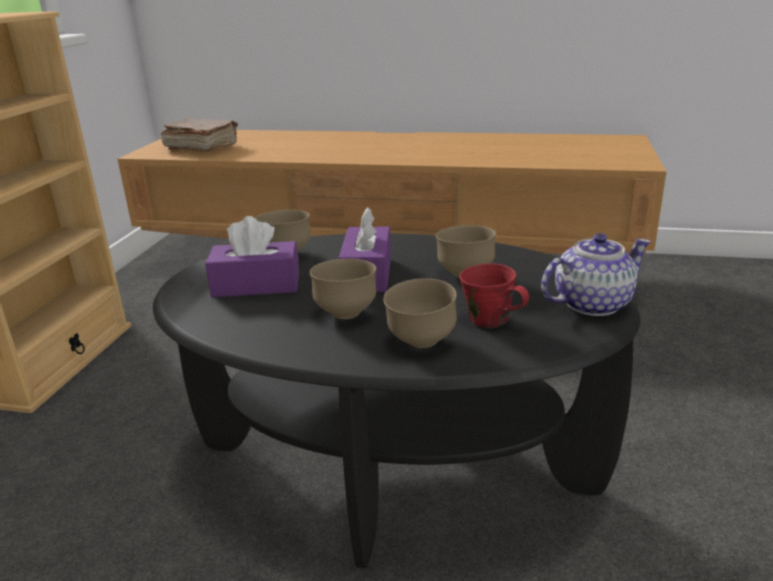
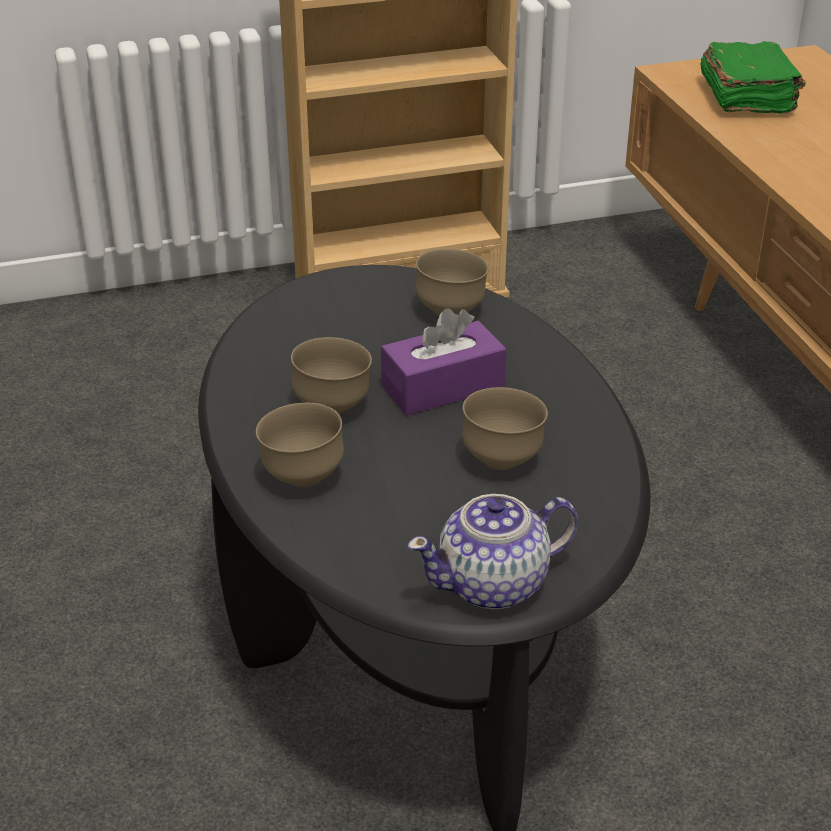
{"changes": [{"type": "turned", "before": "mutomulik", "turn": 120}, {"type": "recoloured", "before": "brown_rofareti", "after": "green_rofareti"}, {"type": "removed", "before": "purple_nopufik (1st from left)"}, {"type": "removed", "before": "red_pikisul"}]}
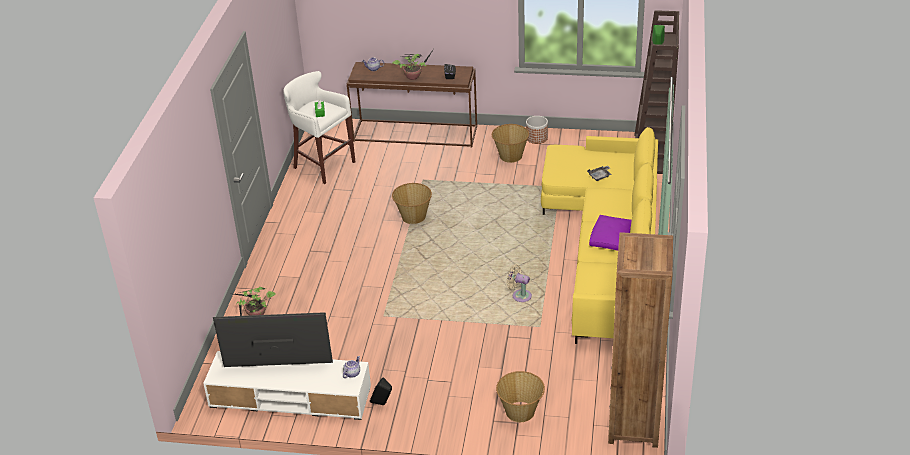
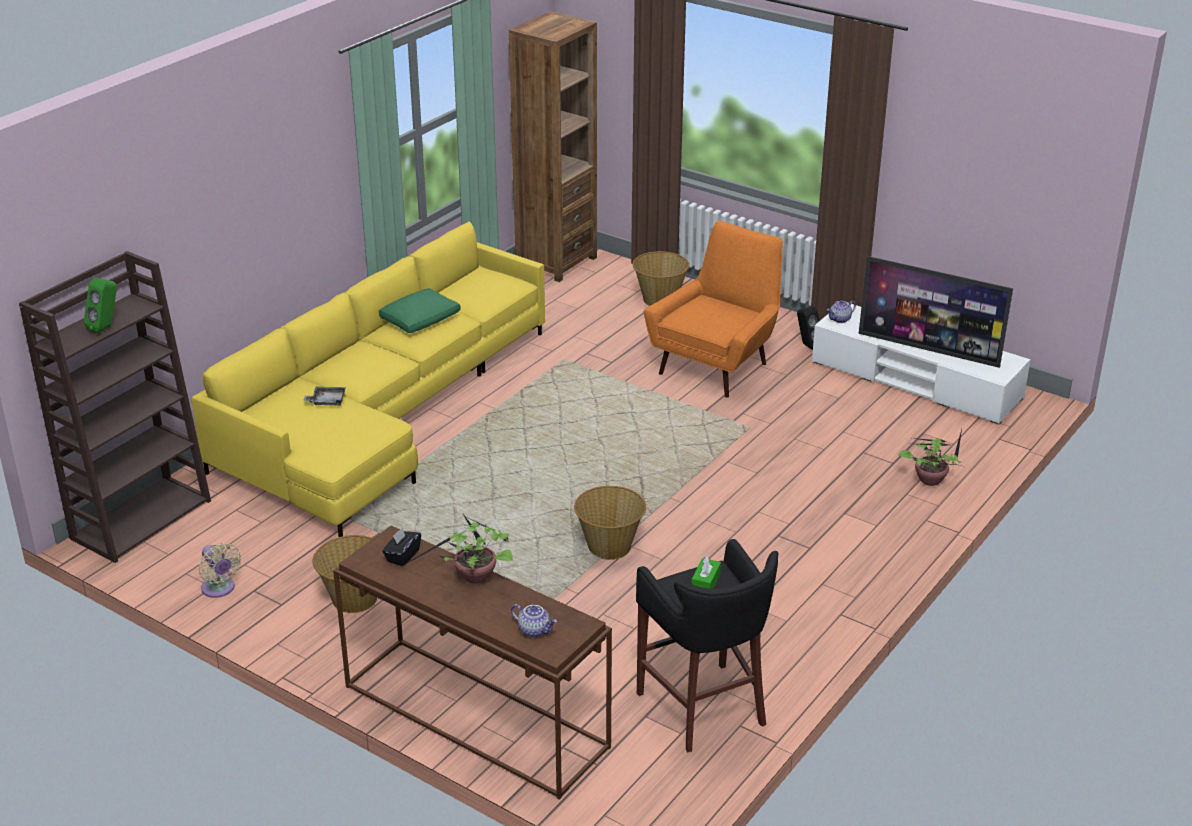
{"changes": [{"type": "moved", "before": "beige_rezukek"}, {"type": "recoloured", "before": "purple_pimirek", "after": "green_pimirek"}, {"type": "recoloured", "before": "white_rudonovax", "after": "black_rudonovax"}, {"type": "added", "after": "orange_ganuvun"}, {"type": "removed", "before": "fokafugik"}]}
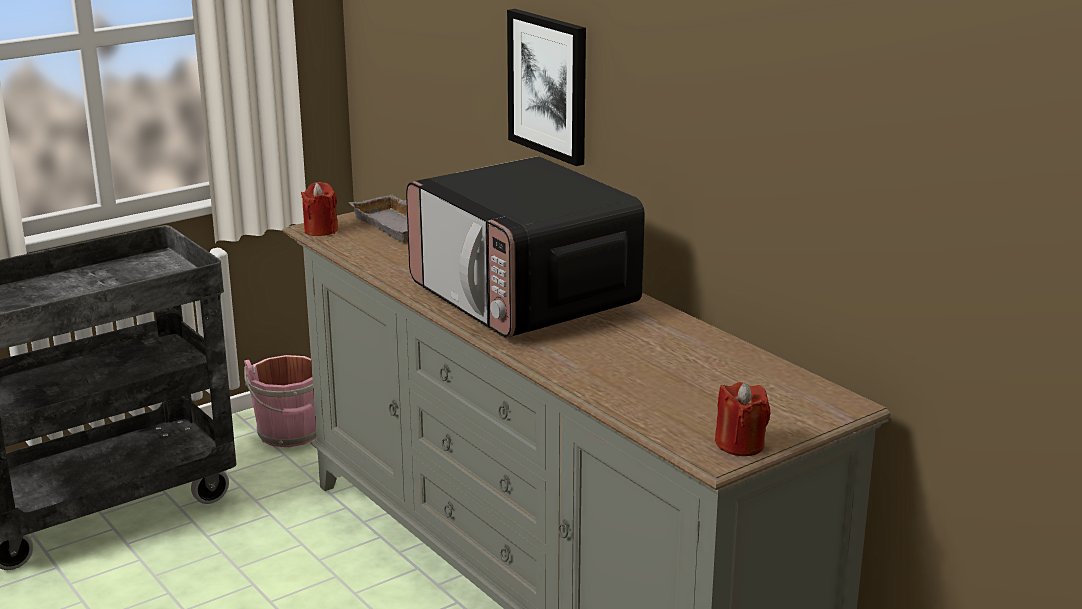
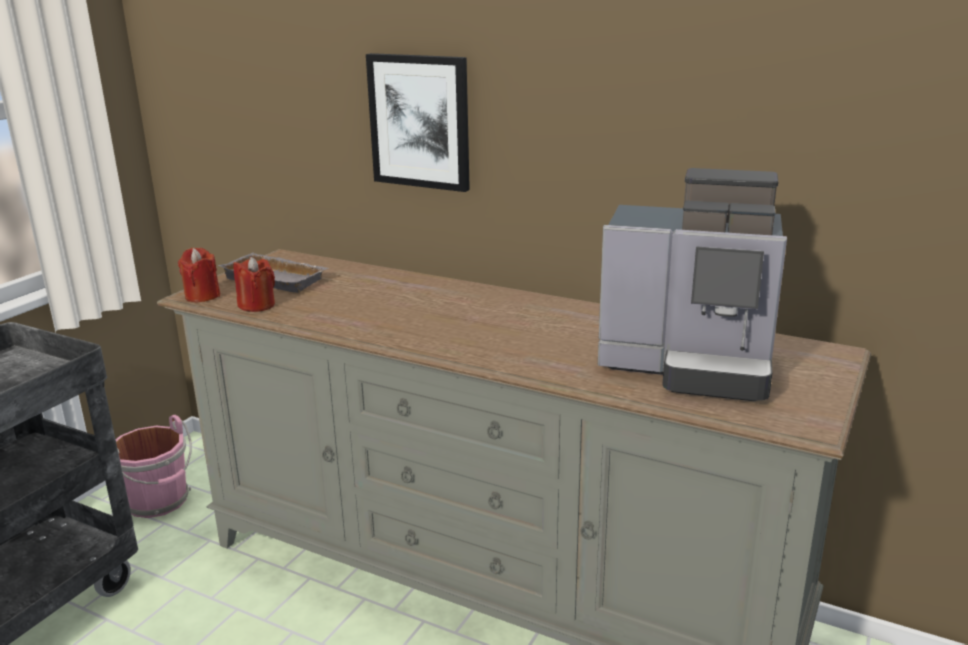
{"changes": [{"type": "moved", "before": "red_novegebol (2nd from left)"}, {"type": "added", "after": "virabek"}, {"type": "removed", "before": "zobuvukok"}]}
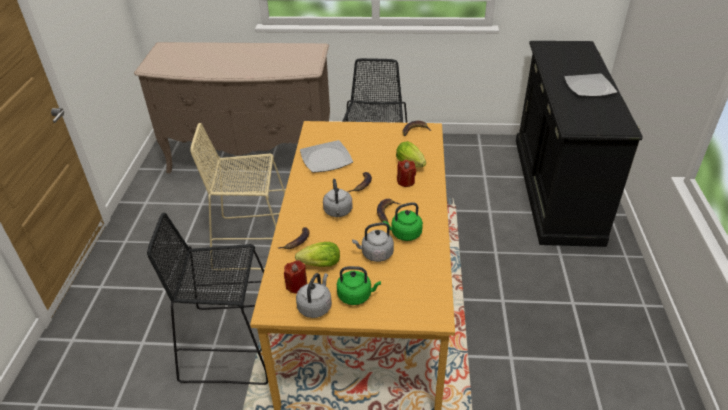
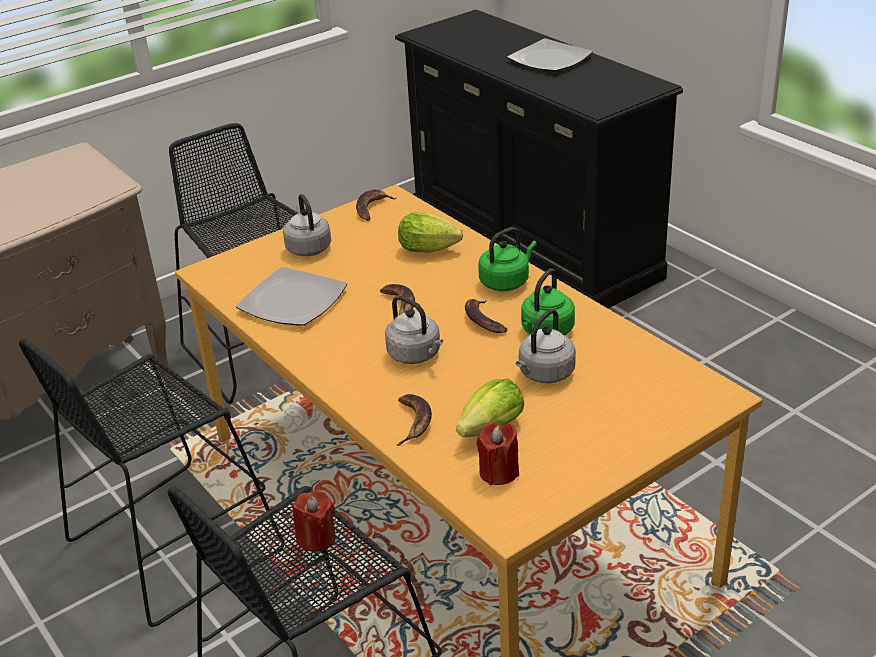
{"changes": [{"type": "recoloured", "before": "beige_rudonovax", "after": "black_rudonovax (1st from left)"}, {"type": "moved", "before": "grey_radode (1st from left)"}, {"type": "moved", "before": "red_novegebol (2nd from left in the first image)", "after": "red_novegebol (1st from left)"}, {"type": "moved", "before": "green_radode (1st from left)"}]}
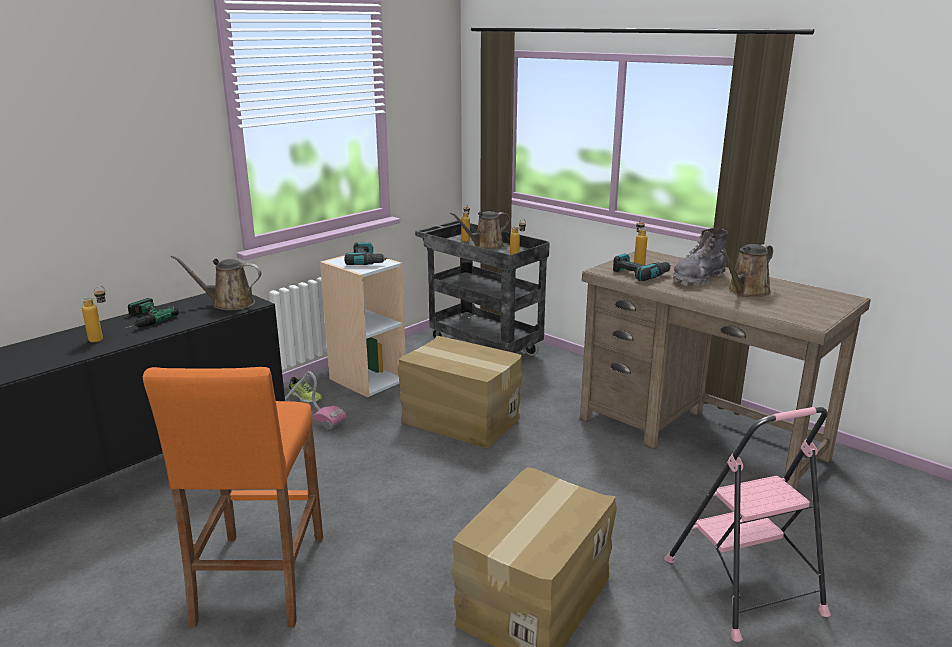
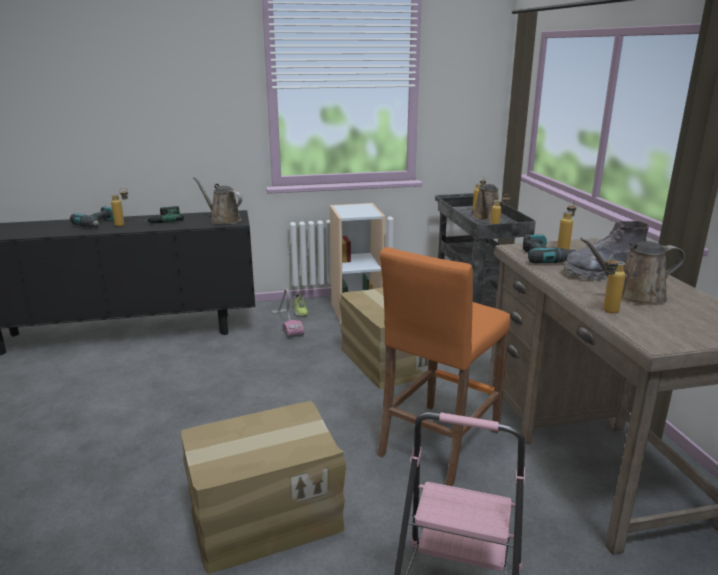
{"changes": [{"type": "moved", "before": "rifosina (2nd from left in the first image)", "after": "rifosina (1st from left)"}, {"type": "moved", "before": "orange_rudonovax"}, {"type": "turned", "before": "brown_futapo (2nd from left)", "turn": -75}, {"type": "added", "after": "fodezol (5th from left)"}]}
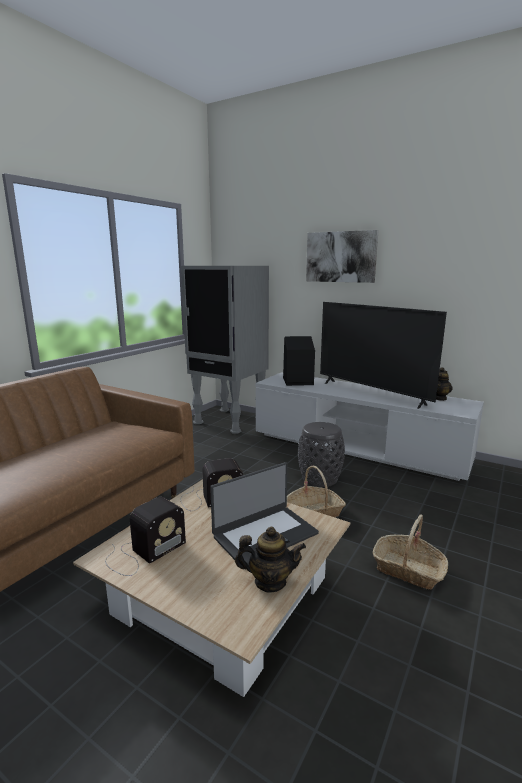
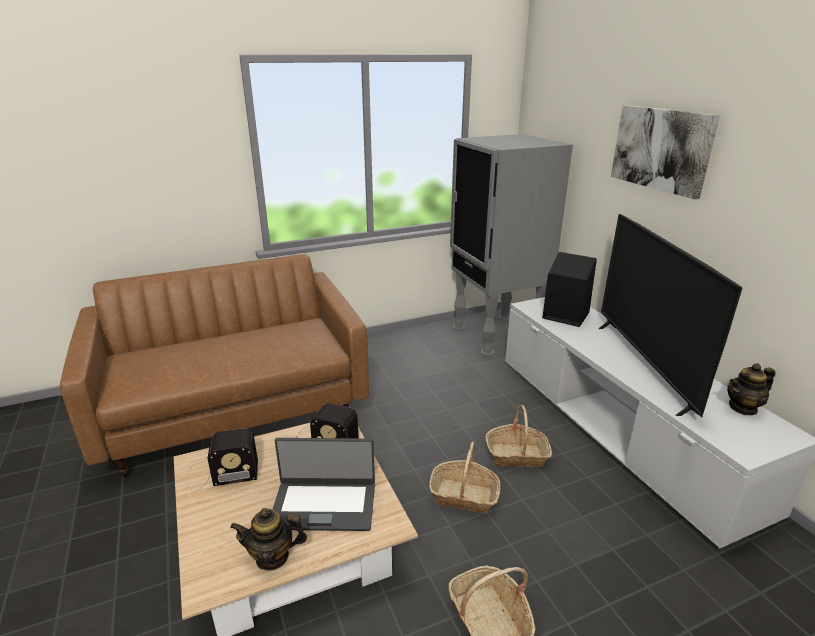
{"changes": [{"type": "turned", "before": "mutomulik (1st from left)", "turn": 135}, {"type": "replaced", "before": "grey_rudonovax", "after": "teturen (3rd from left)"}]}
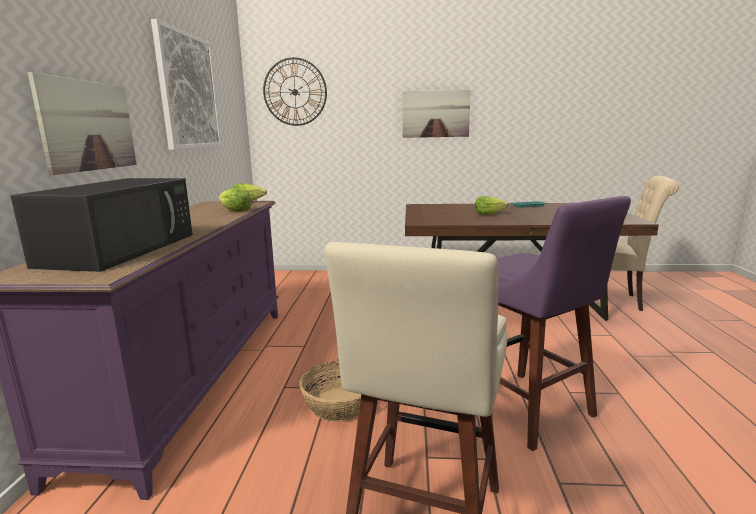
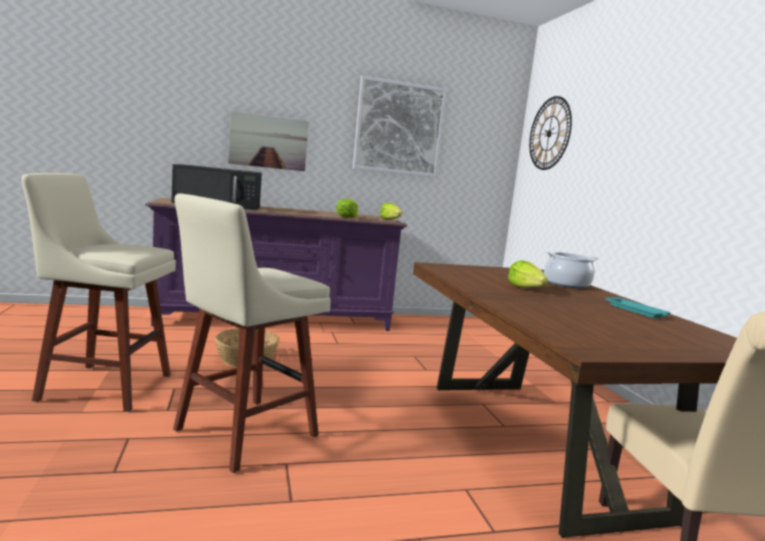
{"changes": [{"type": "recoloured", "before": "purple_rudonovax", "after": "beige_rudonovax (2nd from left)"}, {"type": "added", "after": "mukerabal"}, {"type": "removed", "before": "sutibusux (3rd from left)"}]}
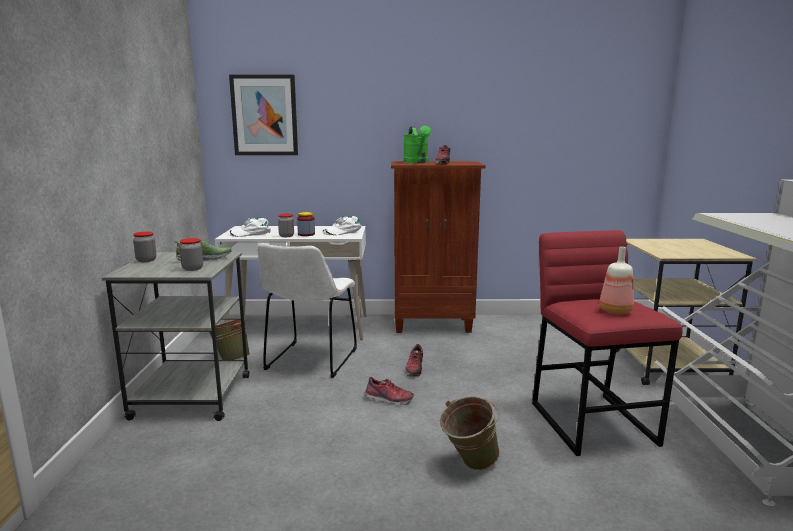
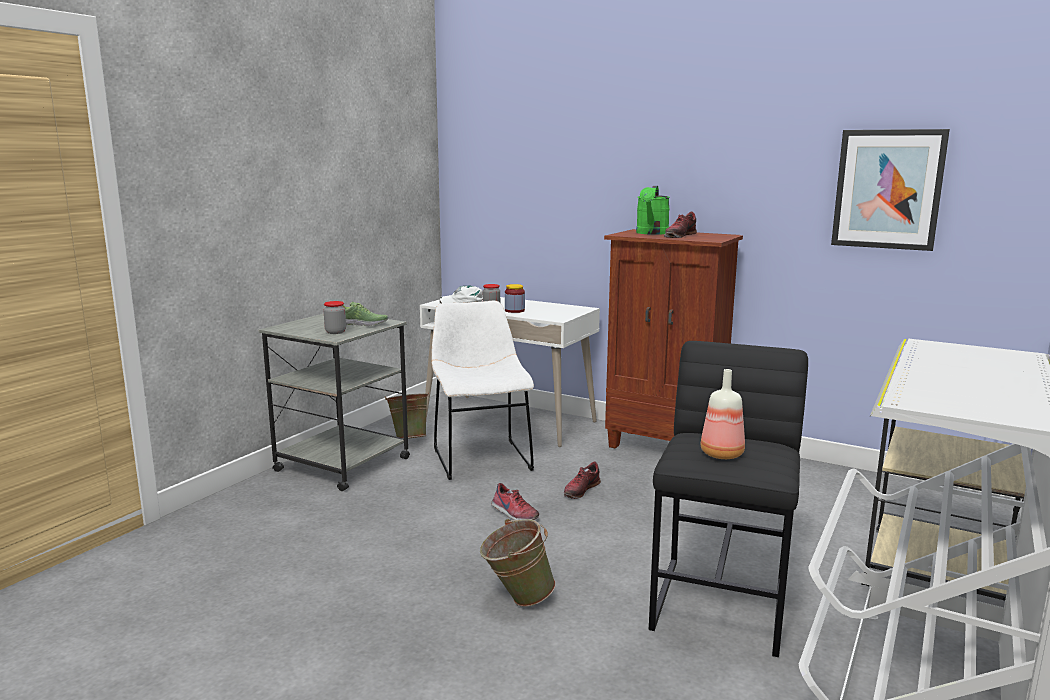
{"changes": [{"type": "turned", "before": "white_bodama", "turn": 120}, {"type": "recoloured", "before": "red_rudonovax", "after": "black_rudonovax"}, {"type": "moved", "before": "sutibusux"}, {"type": "removed", "before": "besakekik (1st from left)"}, {"type": "removed", "before": "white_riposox (2nd from left)"}]}
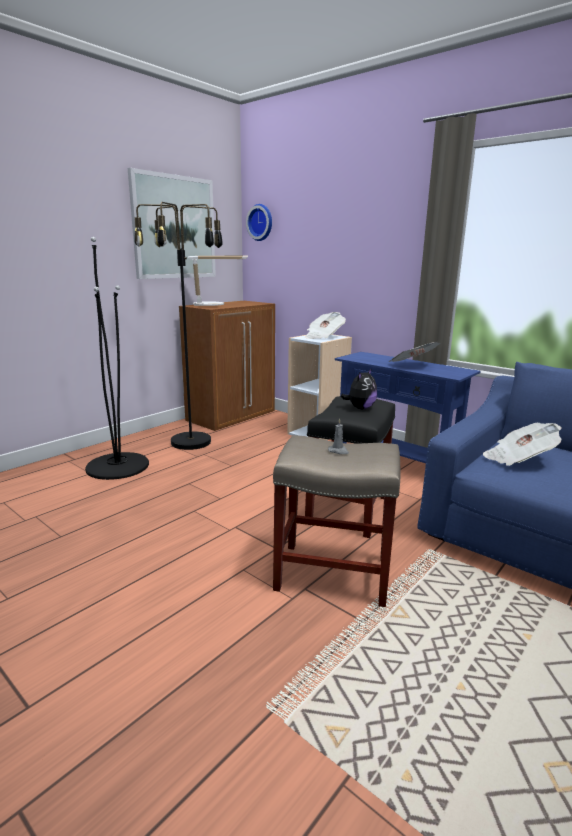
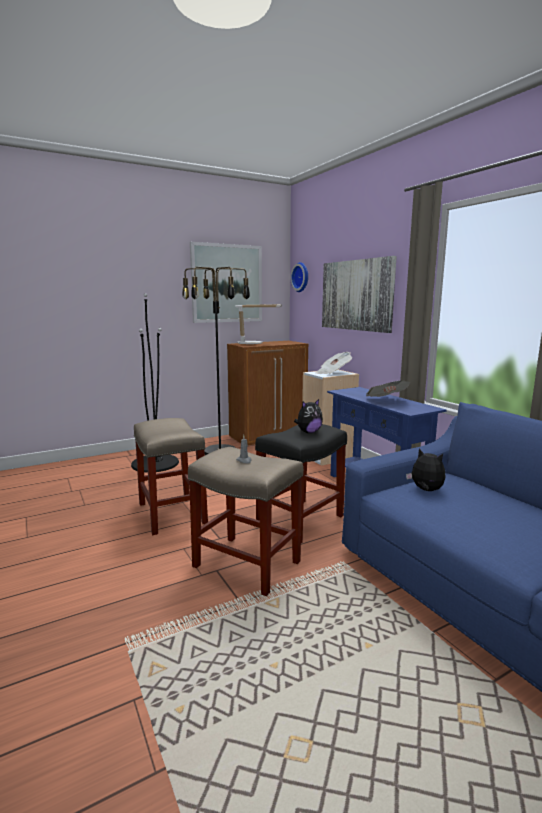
{"changes": [{"type": "added", "after": "beige_rudonovax (1st from left)"}, {"type": "added", "after": "sutibusux (2nd from left)"}, {"type": "replaced", "before": "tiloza (3rd from left)", "after": "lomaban (2nd from left)"}]}
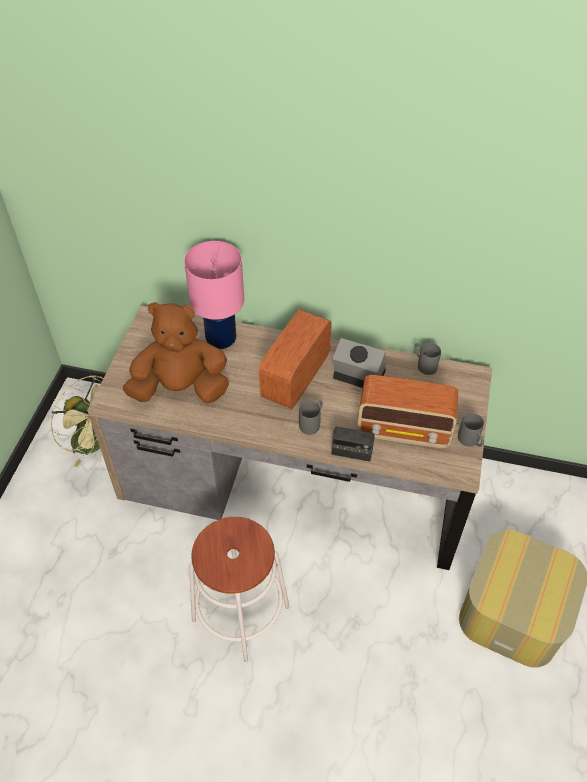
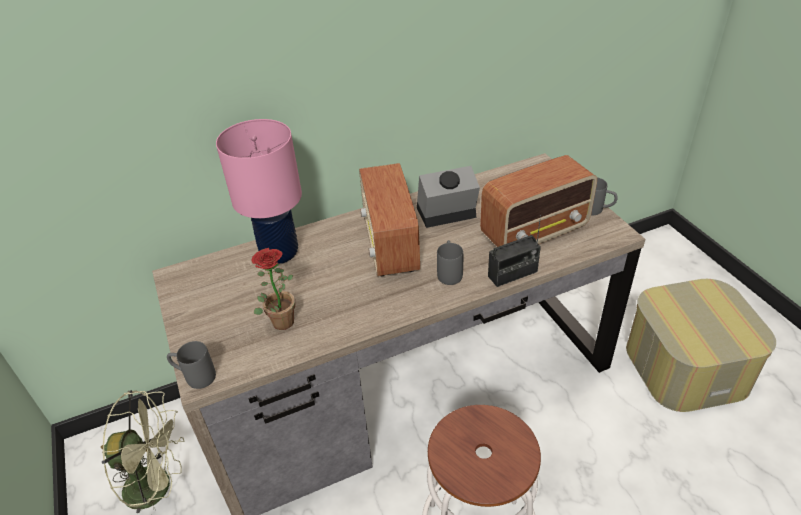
{"changes": [{"type": "moved", "before": "grey_pikisul (2nd from left in the first image)", "after": "grey_pikisul (1st from left)"}, {"type": "replaced", "before": "brown_lomaban", "after": "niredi"}]}
